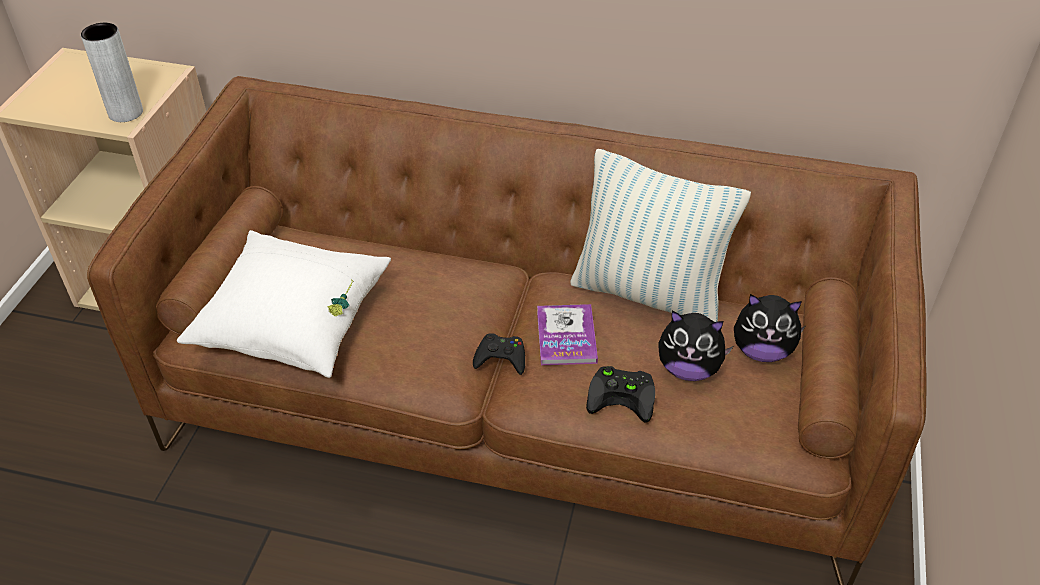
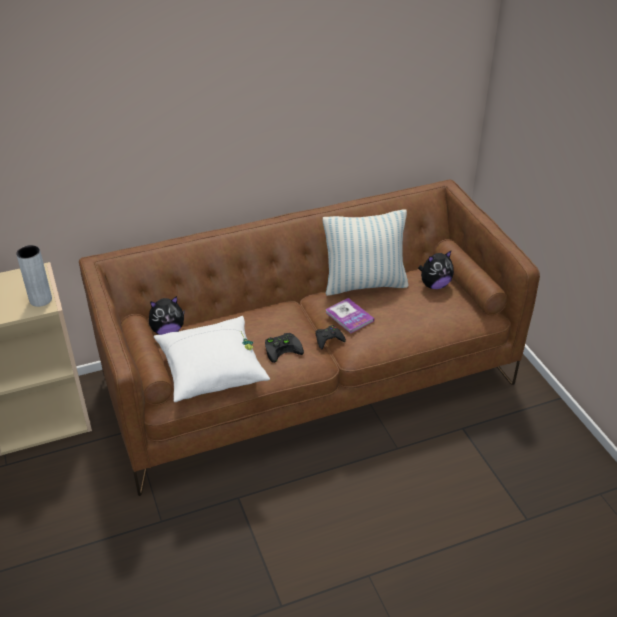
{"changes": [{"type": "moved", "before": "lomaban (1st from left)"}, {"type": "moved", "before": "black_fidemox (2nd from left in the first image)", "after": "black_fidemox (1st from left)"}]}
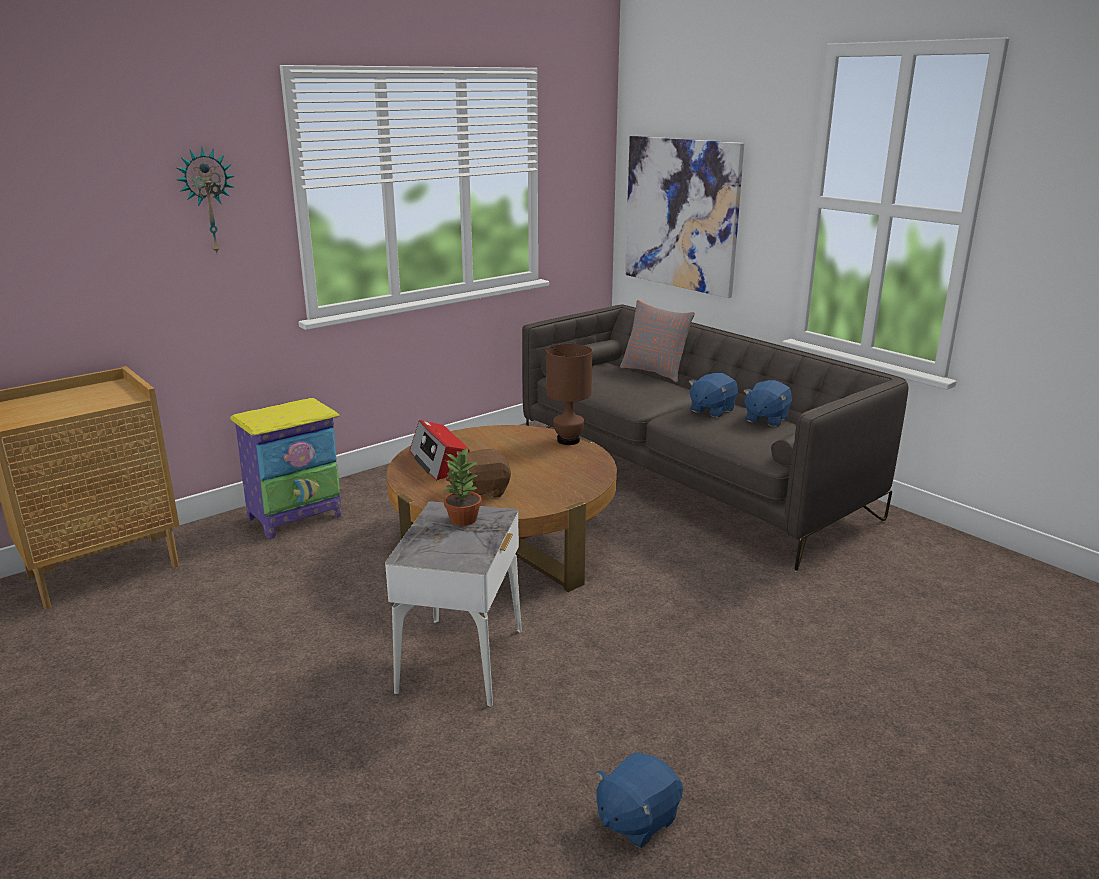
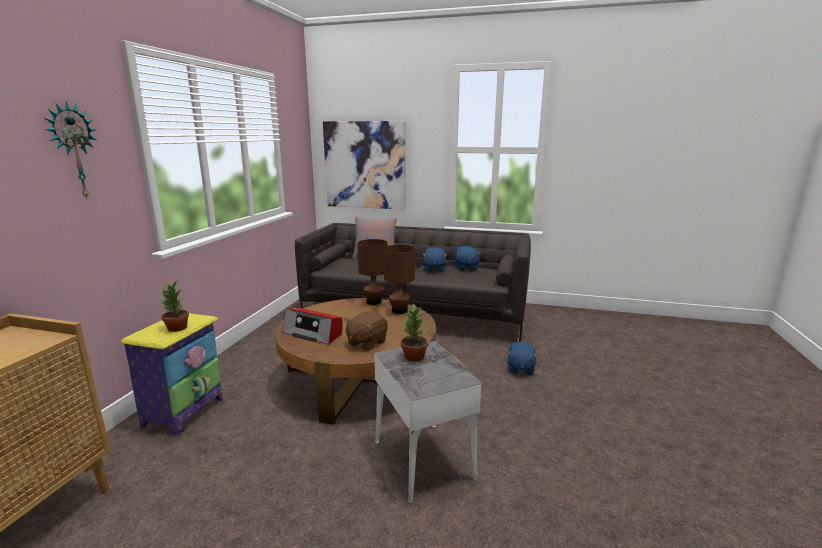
{"changes": [{"type": "added", "after": "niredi (1st from left)"}, {"type": "added", "after": "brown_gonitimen (2nd from left)"}, {"type": "moved", "before": "blue_lomaban (1st from left in the first image)", "after": "blue_lomaban (3rd from left)"}]}
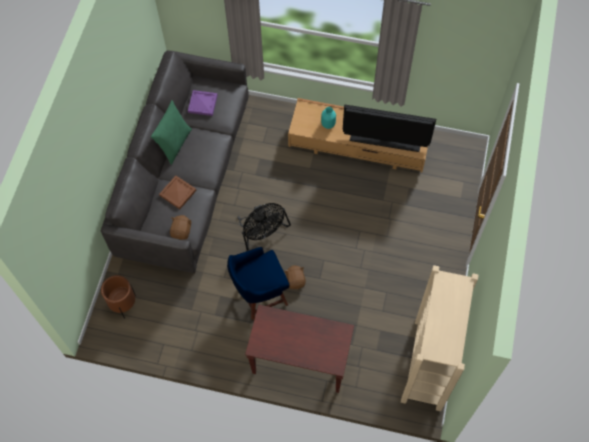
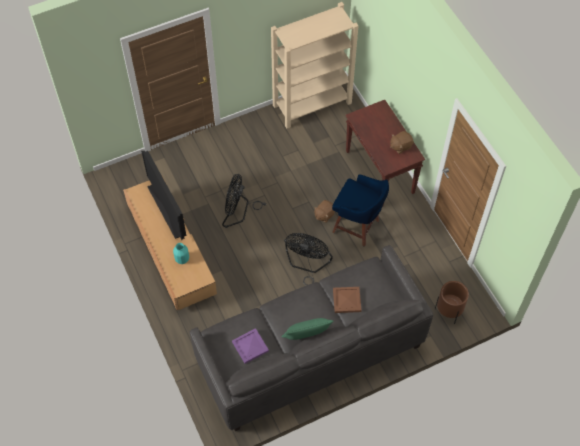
{"changes": [{"type": "added", "after": "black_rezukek (1st from left)"}, {"type": "moved", "before": "brown_lomaban (1st from left in the first image)", "after": "brown_lomaban (2nd from left)"}]}
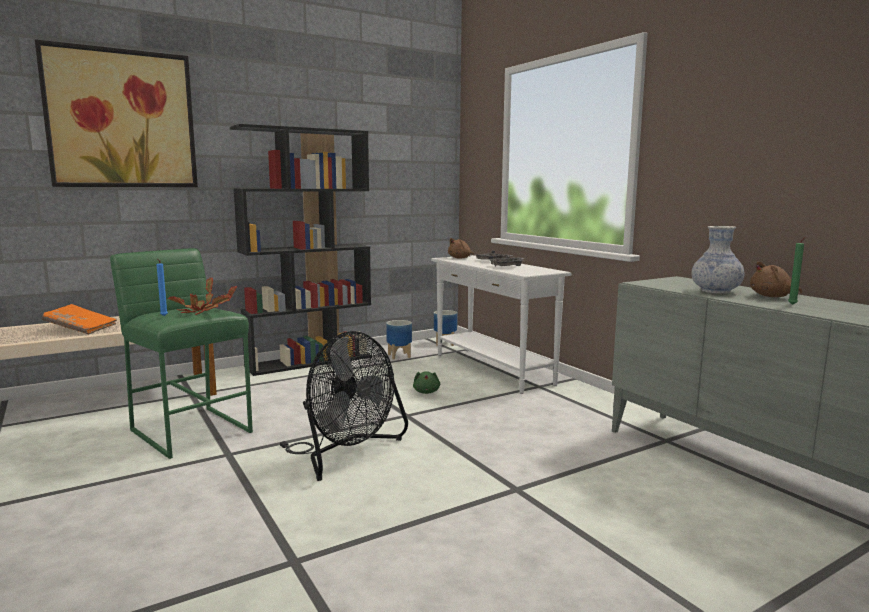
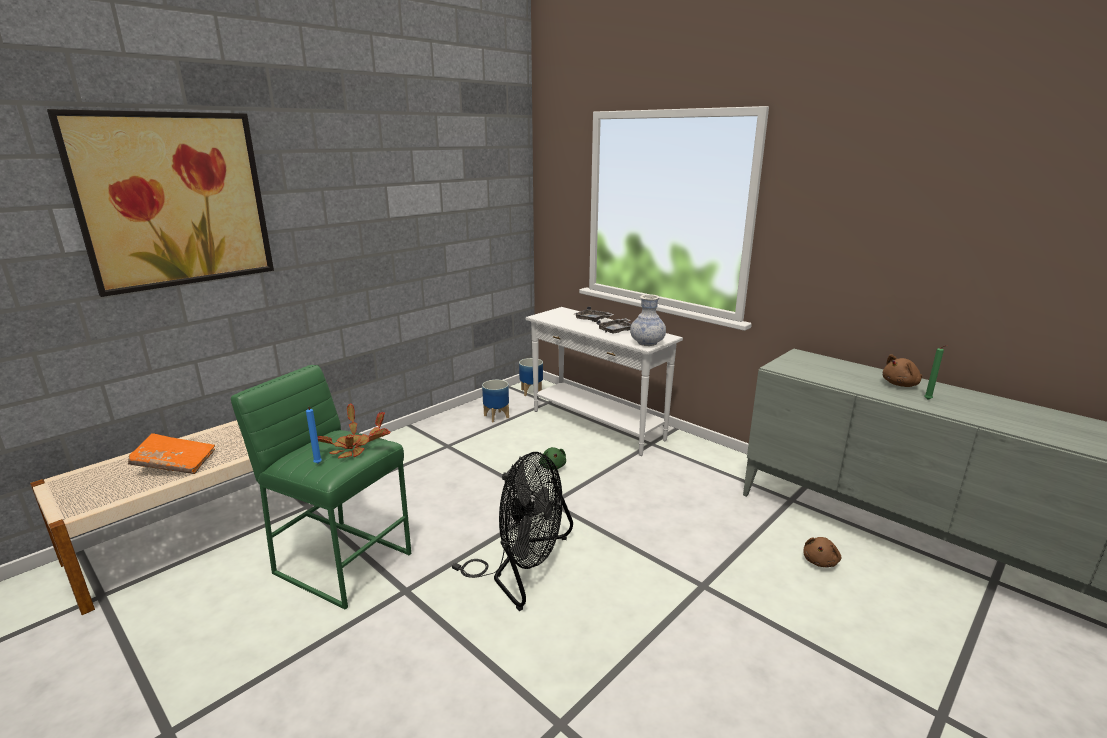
{"changes": [{"type": "moved", "before": "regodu"}, {"type": "moved", "before": "brown_lomaban (1st from left)"}, {"type": "removed", "before": "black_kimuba"}]}
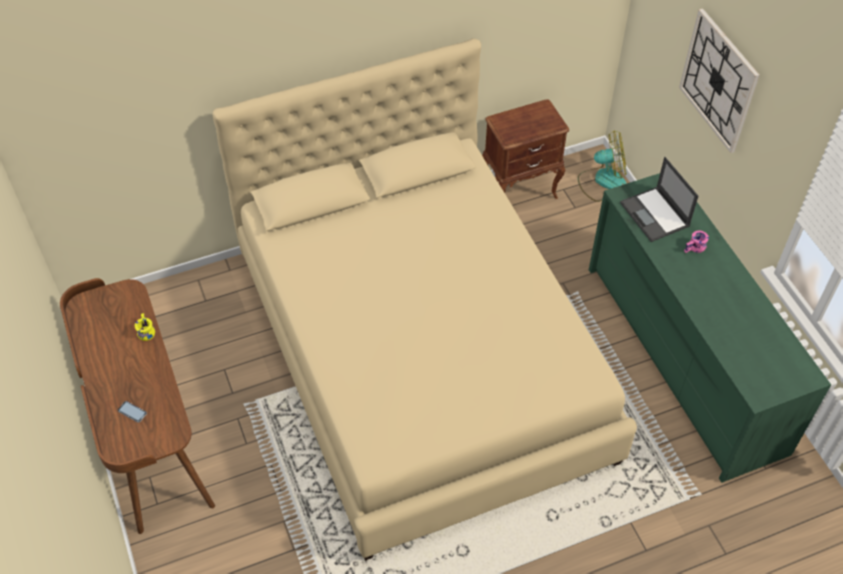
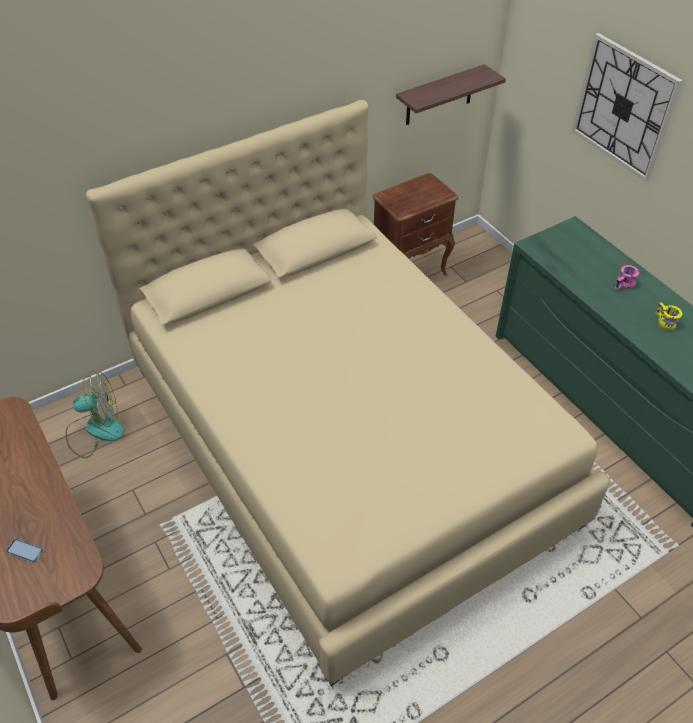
{"changes": [{"type": "moved", "before": "rezukek"}, {"type": "added", "after": "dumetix"}, {"type": "moved", "before": "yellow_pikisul"}, {"type": "removed", "before": "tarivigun"}]}
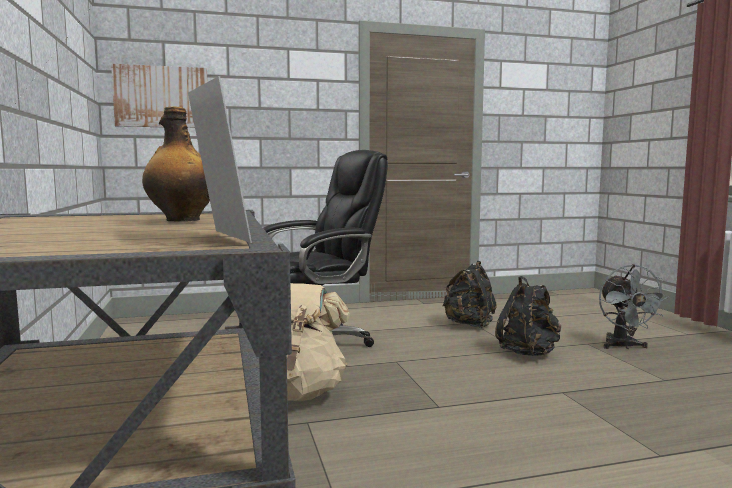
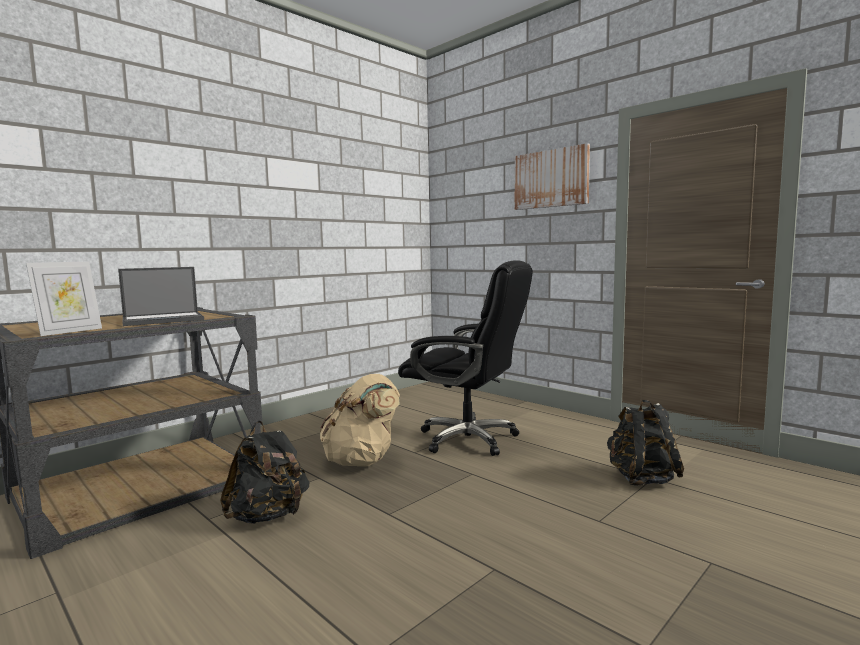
{"changes": [{"type": "replaced", "before": "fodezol", "after": "tarivigun"}, {"type": "moved", "before": "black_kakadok (2nd from left in the first image)", "after": "black_kakadok (1st from left)"}, {"type": "moved", "before": "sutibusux"}, {"type": "removed", "before": "grey_rezukek"}]}
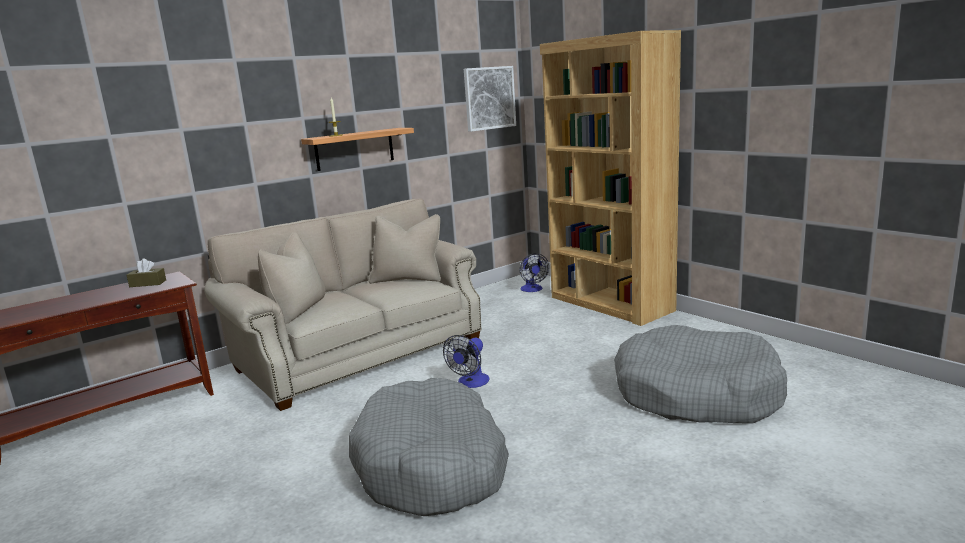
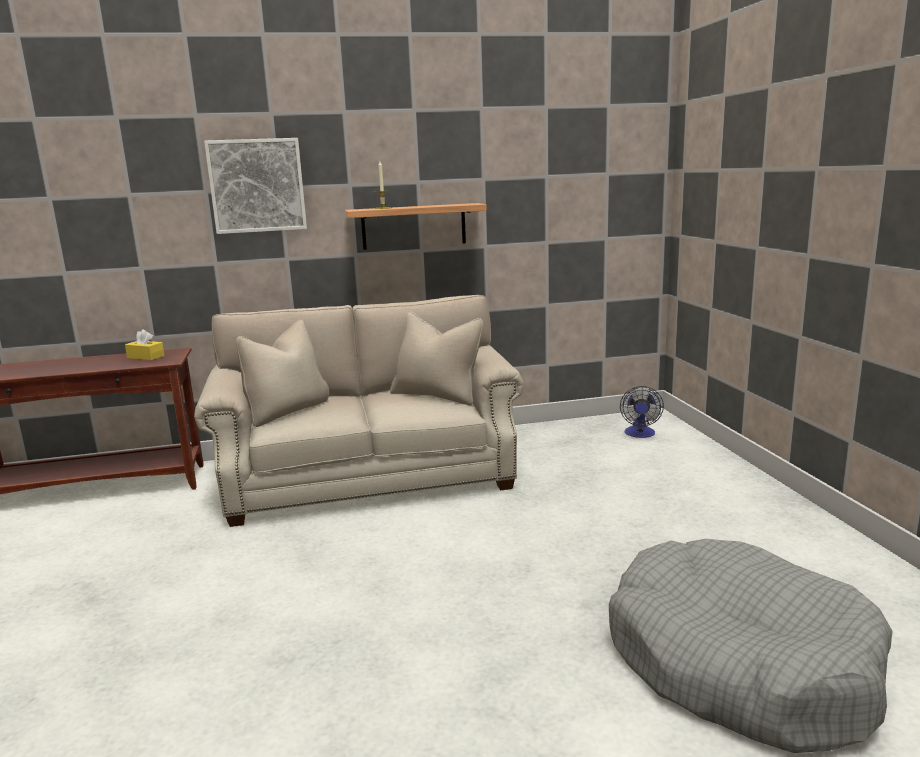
{"changes": [{"type": "recoloured", "before": "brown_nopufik", "after": "yellow_nopufik"}, {"type": "moved", "before": "sutibusux"}, {"type": "removed", "before": "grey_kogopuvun (1st from left)"}, {"type": "removed", "before": "rezukek (1st from left)"}, {"type": "removed", "before": "brown_kimuba"}]}
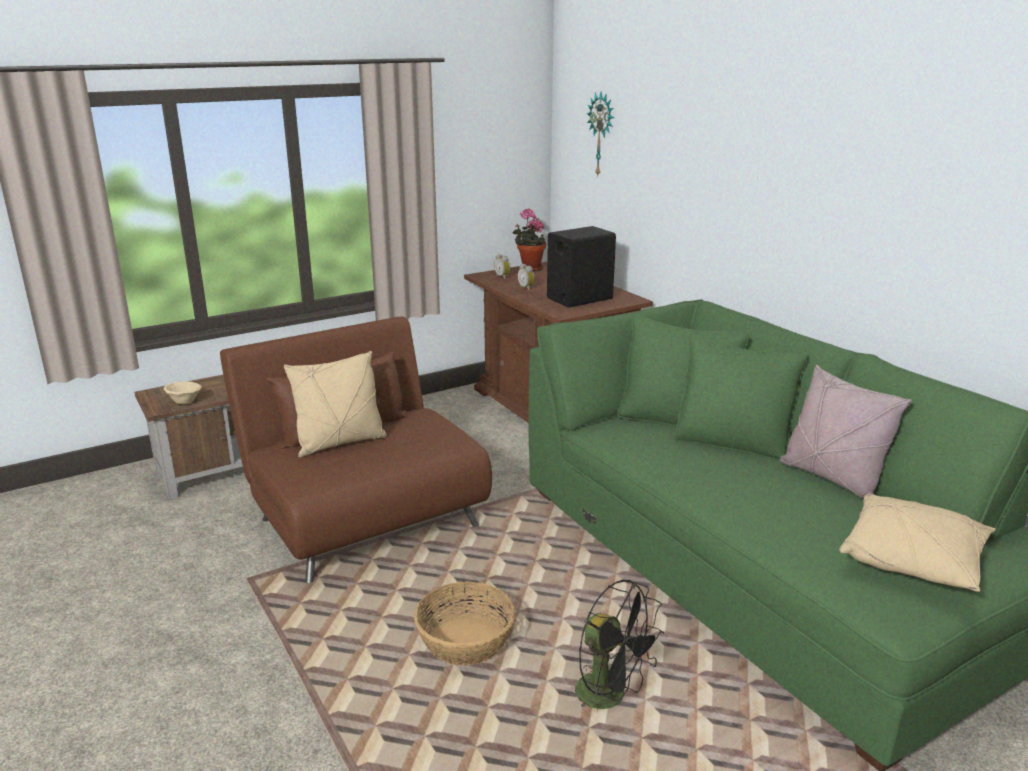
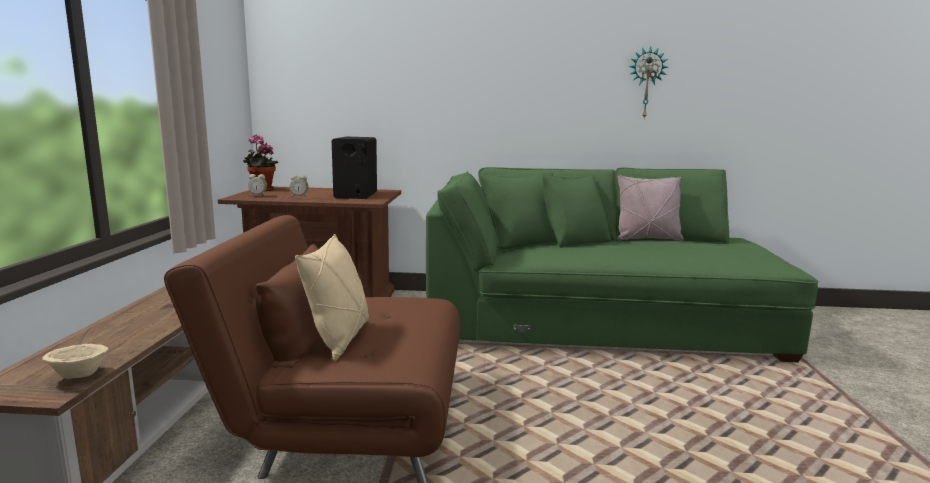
{"changes": [{"type": "moved", "before": "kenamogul"}, {"type": "removed", "before": "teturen"}, {"type": "removed", "before": "black_rezukek"}, {"type": "removed", "before": "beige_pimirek (2nd from left)"}]}
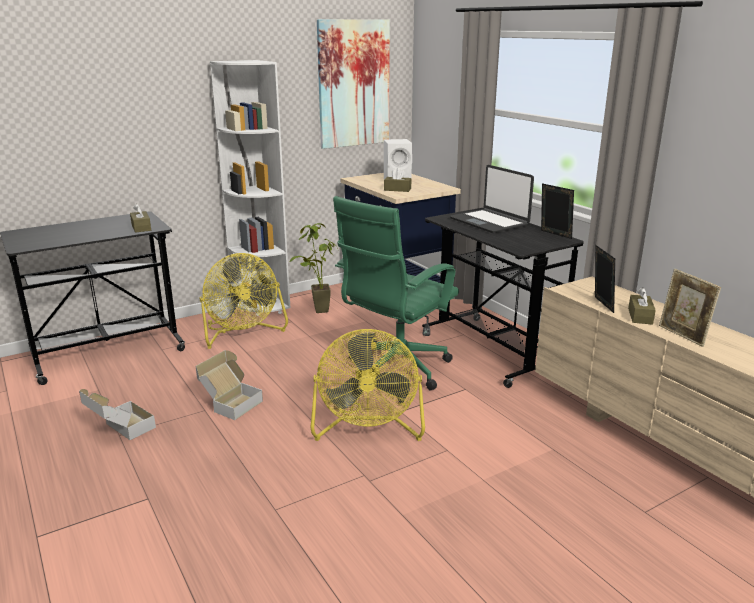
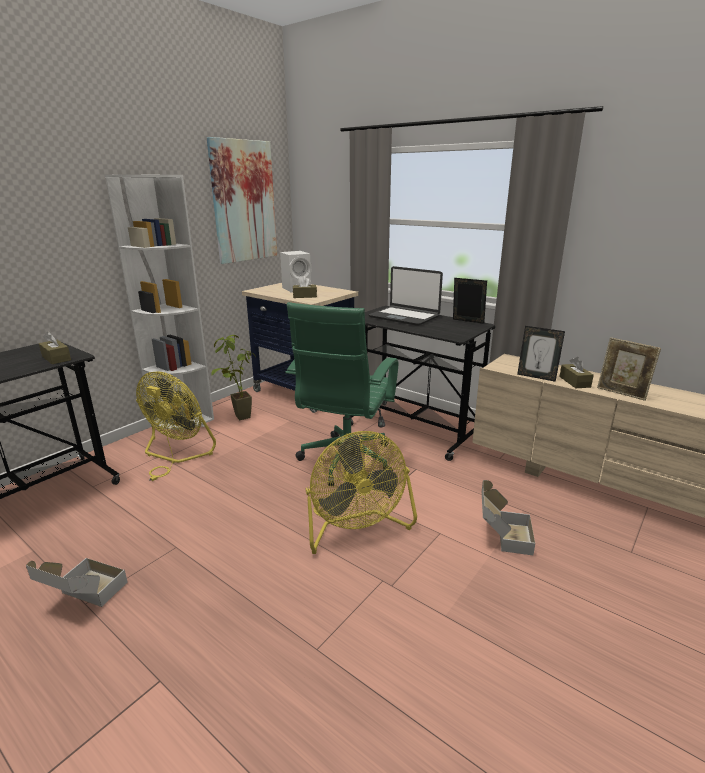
{"changes": [{"type": "turned", "before": "yellow_rezukek (1st from left)", "turn": -105}, {"type": "moved", "before": "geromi (2nd from left)"}, {"type": "turned", "before": "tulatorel (2nd from left)", "turn": 150}]}
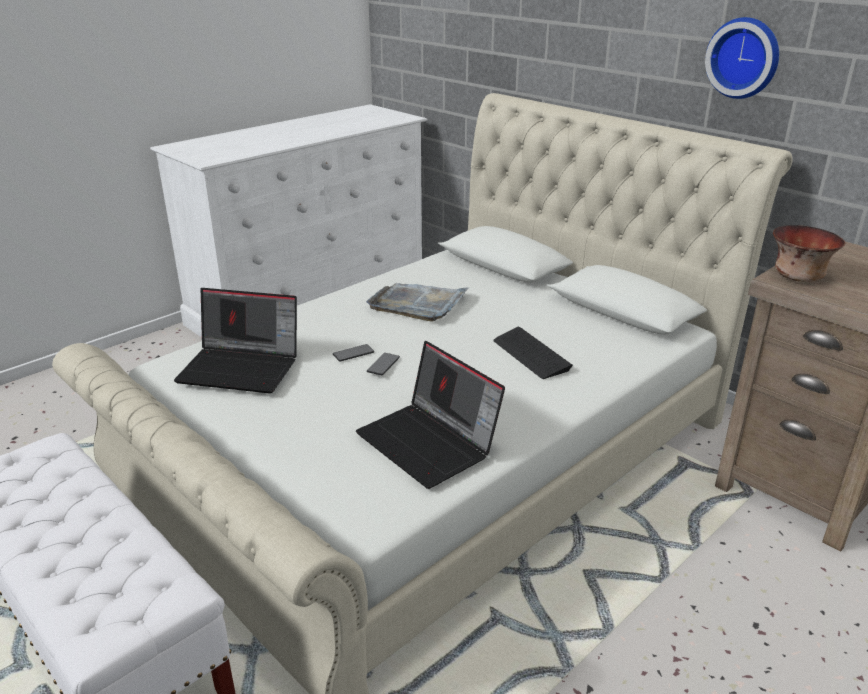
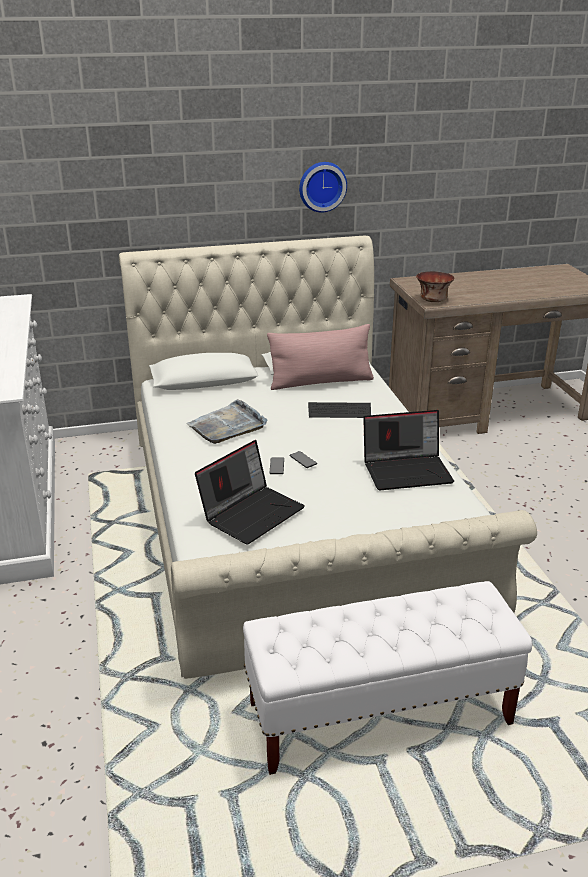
{"changes": [{"type": "added", "after": "pink_pimirek"}]}
